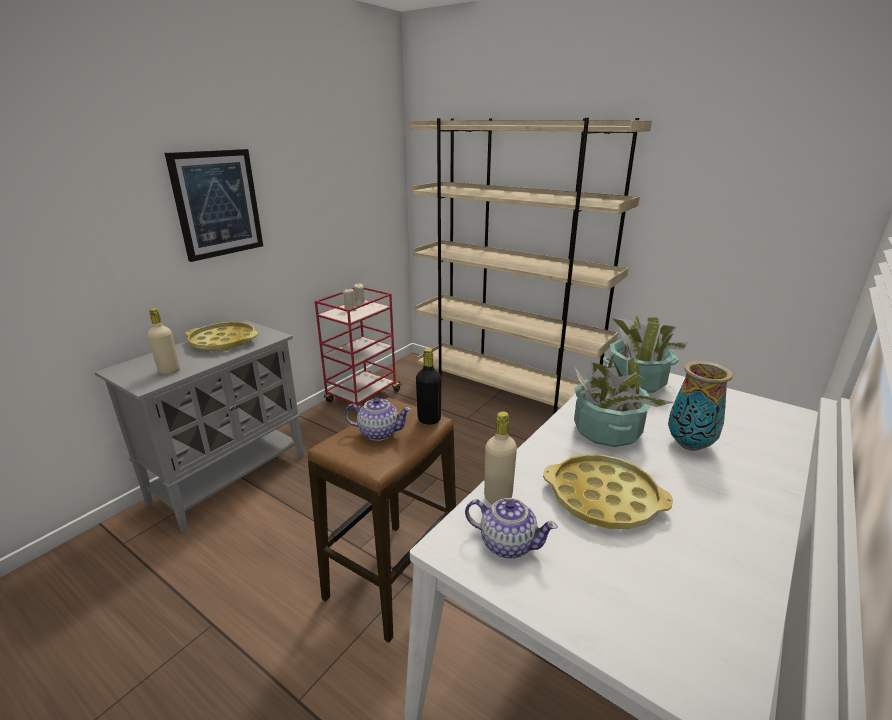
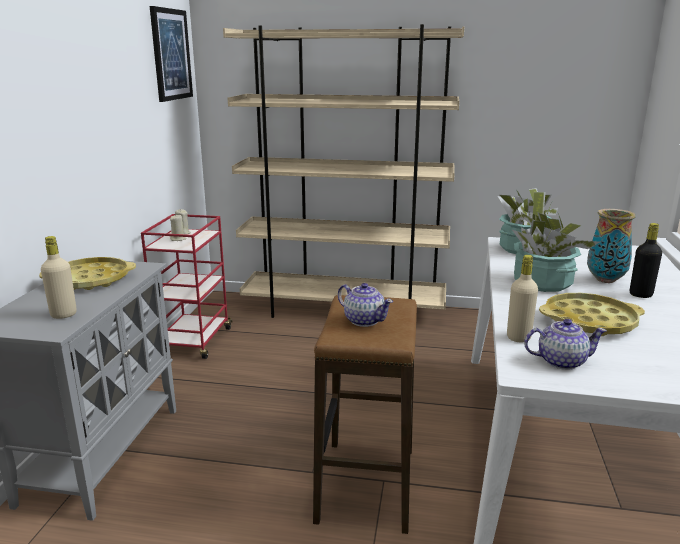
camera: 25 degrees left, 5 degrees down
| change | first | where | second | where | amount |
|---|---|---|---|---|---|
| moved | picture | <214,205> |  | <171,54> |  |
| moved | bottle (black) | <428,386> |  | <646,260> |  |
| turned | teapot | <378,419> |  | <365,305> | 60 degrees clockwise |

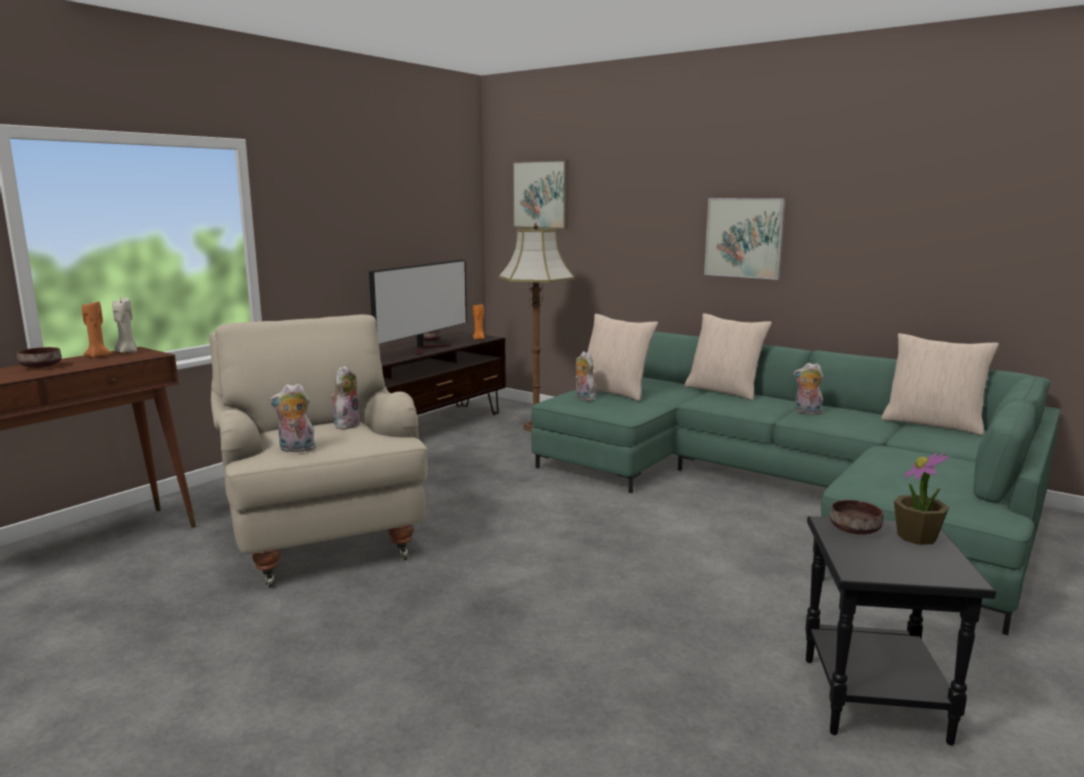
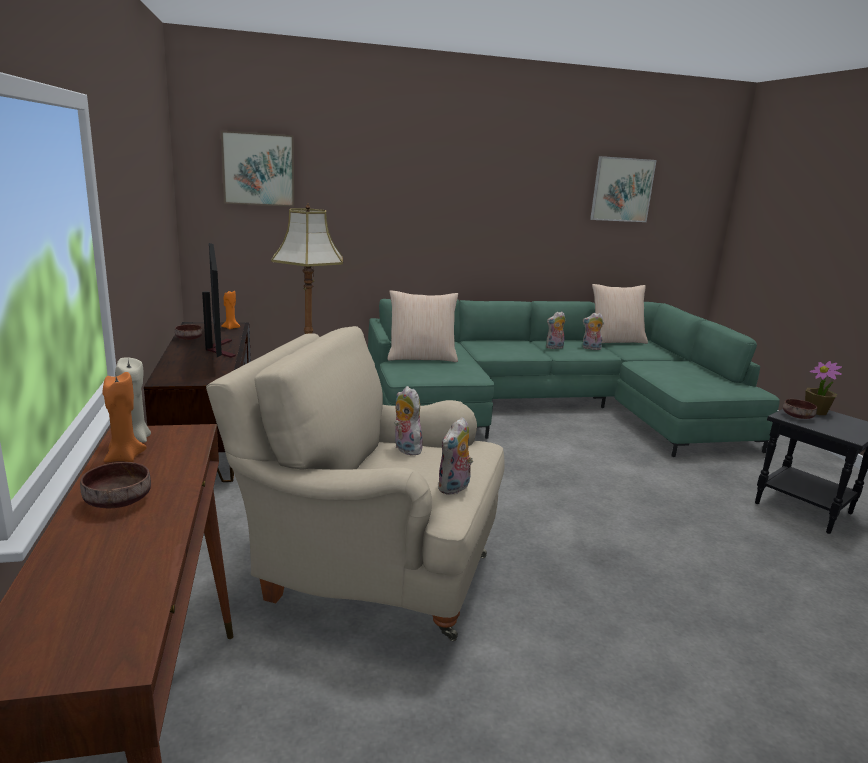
camera: 50 degrees left, 5 degrees up
| change | first | where | second | where | amount |
|---|---|---|---|---|---|
| moved | picture | <744,239> |  | <623,189> |  |
| removed | pillow (beige) | <728,357> |  |  |  |
| moved | plush toy | <585,376> |  | <593,331> |  |

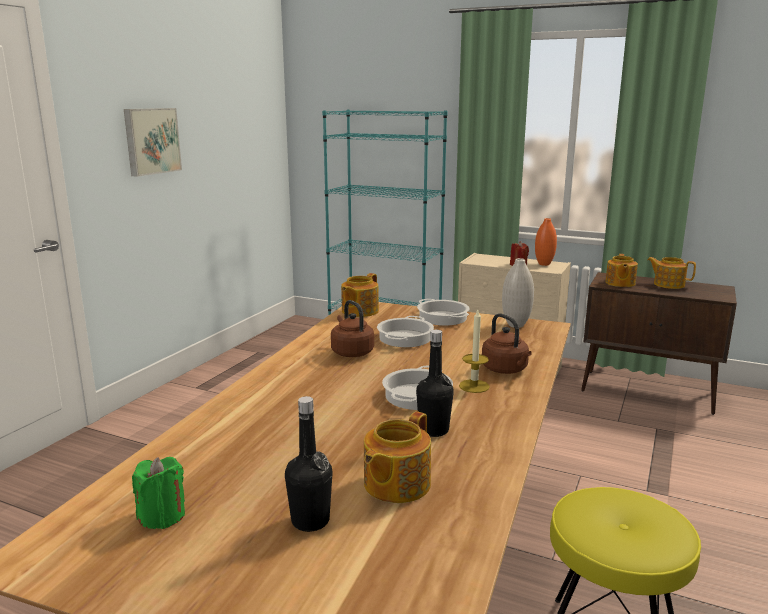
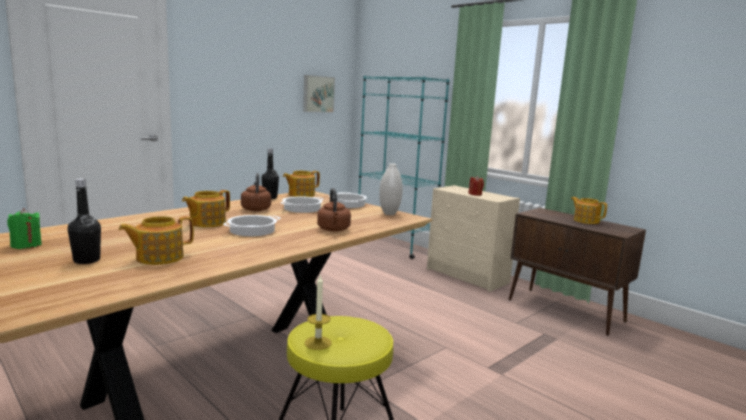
camera: 20 degrees right, 5 degrees down
| change | first | where | second | where | amount |
|---|---|---|---|---|---|
| moved | picture | <153,142> |  | <319,94> |  |
| removed | vase (orange) | <546,242> |  |  |  |
| moved | teapot | <621,270> |  | <206,209> |  |
| moved | candle | <474,351> |  | <318,313> |  |
| moved | bottle (black) | <435,383> |  | <270,173> |  |

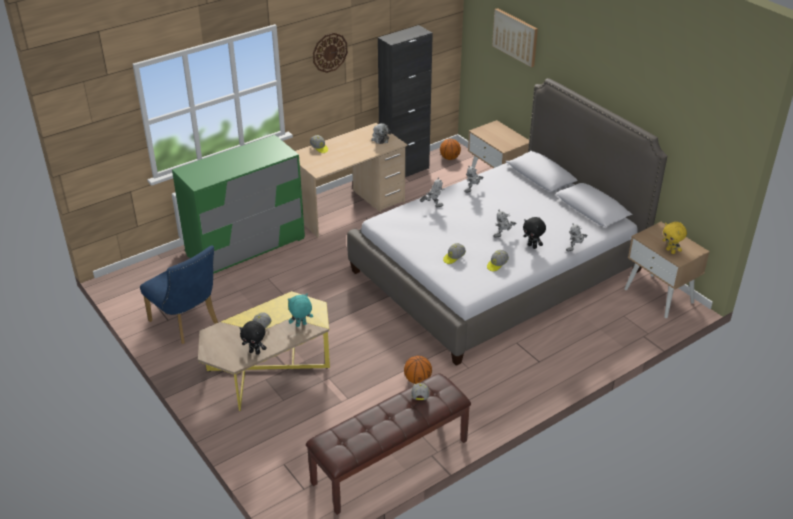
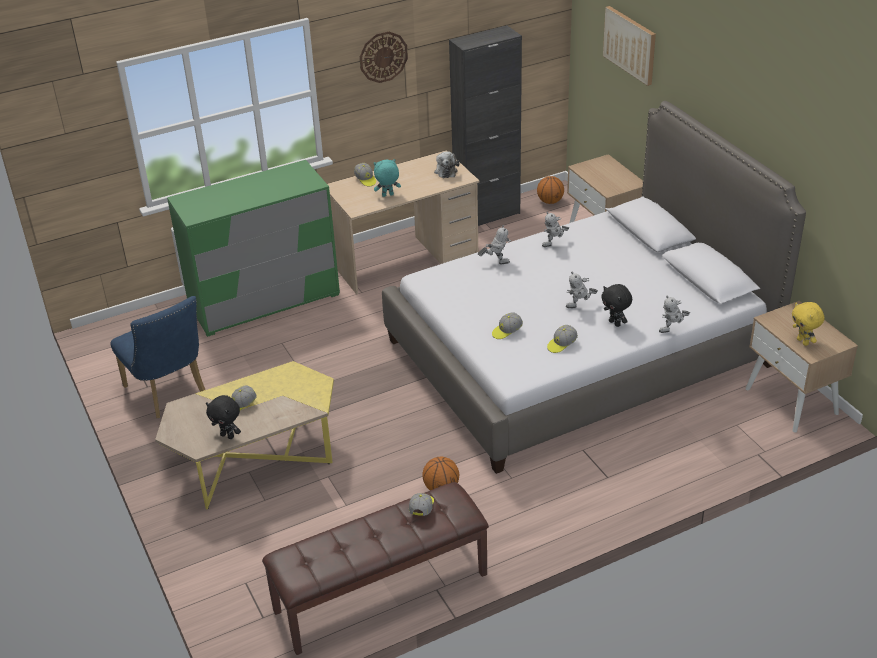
camera: 10 degrees right, 0 degrees up
| change | first | where | second | where | amount |
|---|---|---|---|---|---|
| moved | plush toy (turquoise) | <300,310> |  | <387,178> |  |

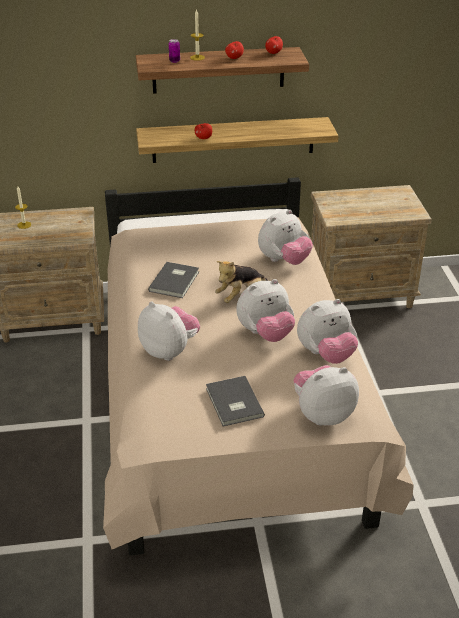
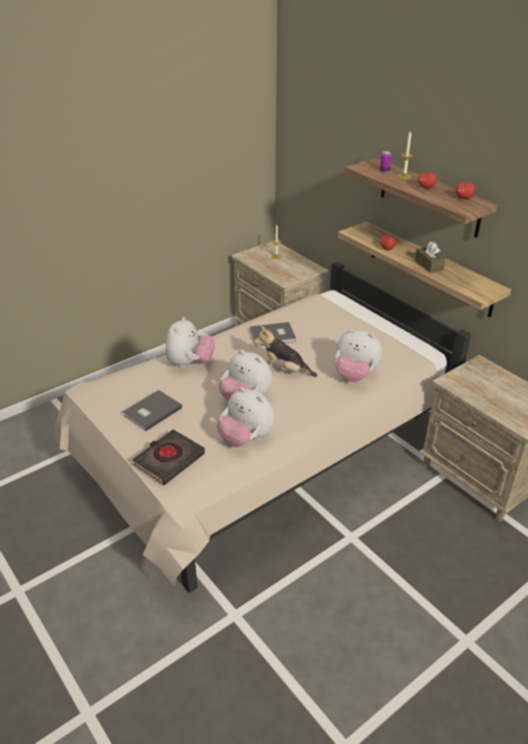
camera: 60 degrees right, 0 degrees up
| change | first | where | second | where | amount |
|---|---|---|---|---|---|
| replaced | plush toy | <326,395> | book (black) | <169,457> |  |
| added |  |  | tissue box (brown) | <430,257> |  |

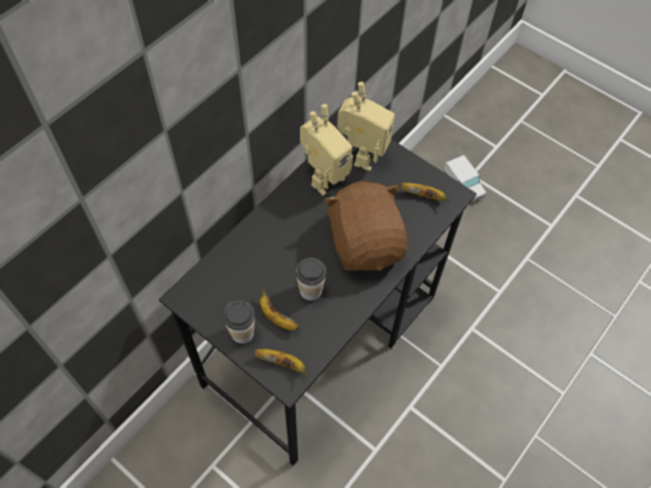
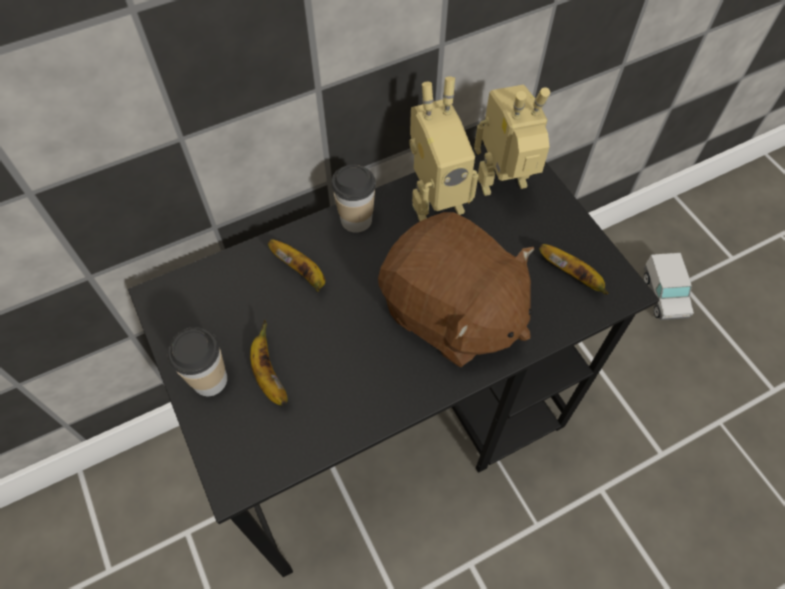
camera: 25 degrees right, 0 degrees up
| change | first | where | second | where | amount |
|---|---|---|---|---|---|
| turned | toy robot | <366,126> |  | <512,140> | 150 degrees counterclockwise |
| turned | plush toy (brown) | <365,226> |  | <456,289> | 120 degrees clockwise |
| moved | cup | <311,279> |  | <354,199> |  |
| moved | banana | <280,362> |  | <296,265> |  |

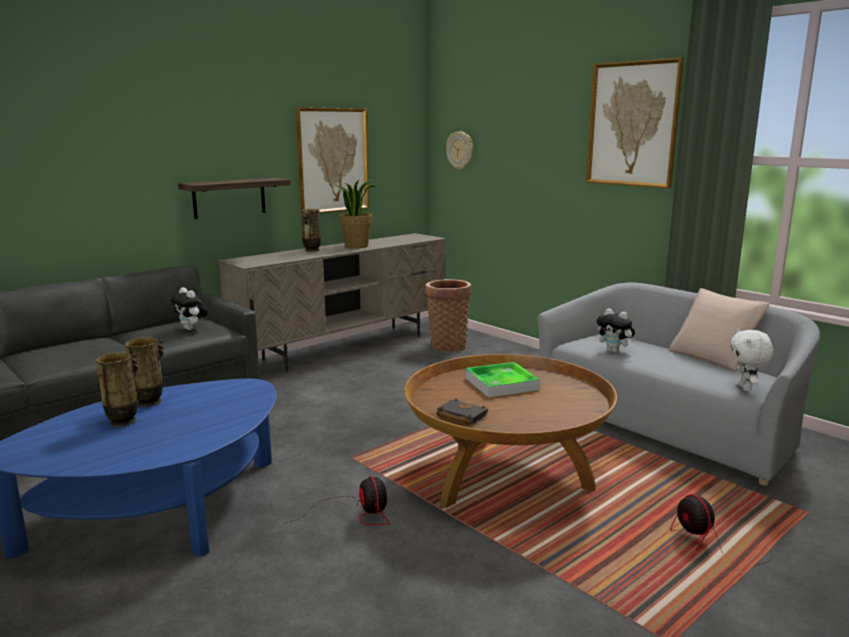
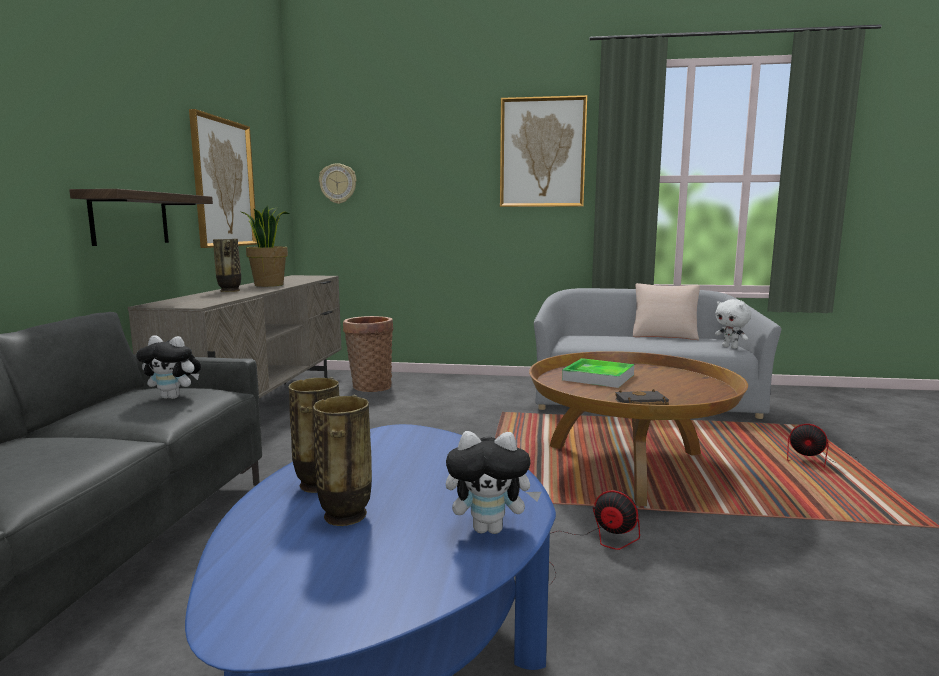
camera: 40 degrees left, 5 degrees down
| change | first | where | second | where | amount |
|---|---|---|---|---|---|
| moved | plush toy | <616,330> |  | <493,482> |  |

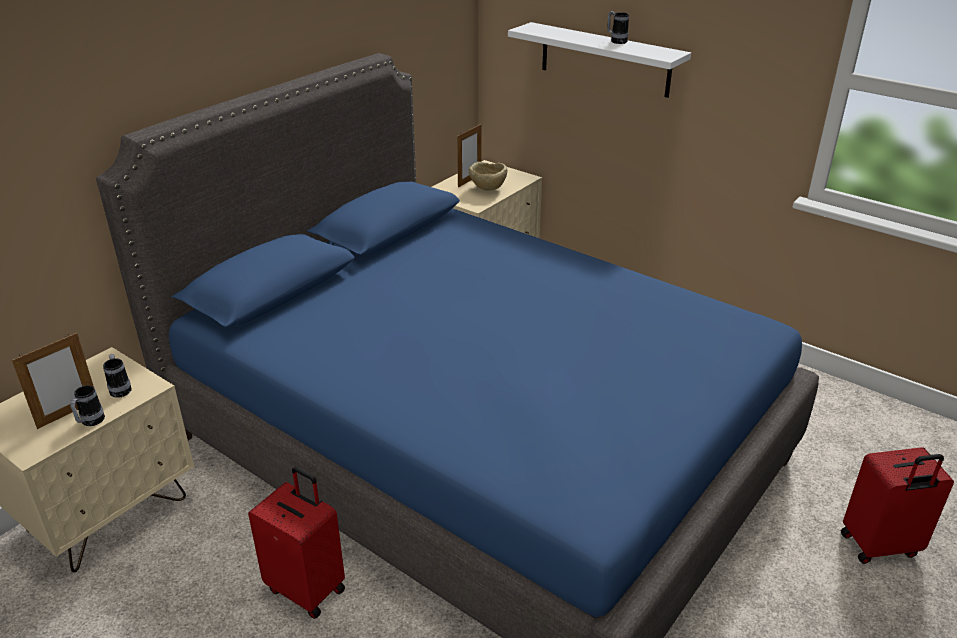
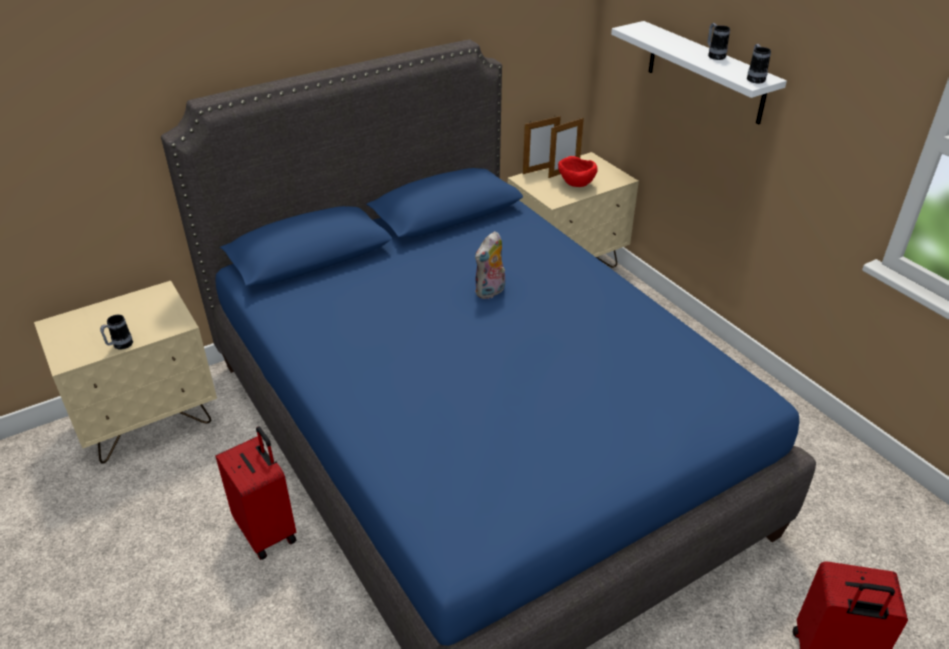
camera: 20 degrees right, 5 degrees up
| change | first | where | second | where | amount |
|---|---|---|---|---|---|
| recoloured | bowl (beige) | <487,176> | bowl (red) | <578,171> |  |
| moved | picture frame | <53,381> |  | <542,144> |  |
| moved | mug | <117,376> |  | <759,63> |  |
| added |  |  | plush toy | <490,265> |  |

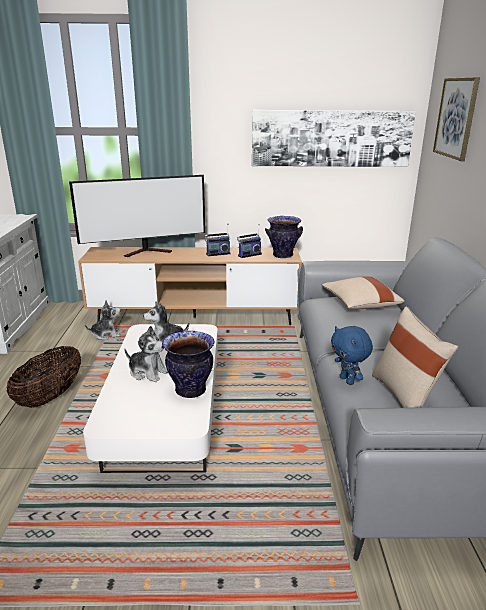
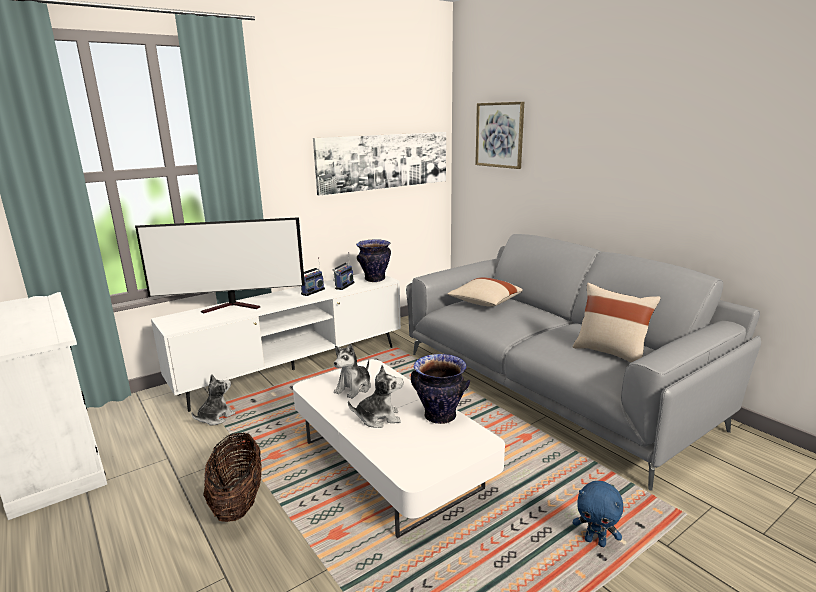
camera: 35 degrees left, 5 degrees down
| change | first | where | second | where | amount |
|---|---|---|---|---|---|
| turned | television | <137,216> |  | <220,265> | 45 degrees clockwise |
| recoloured | tv stand (brown) | <190,286> | tv stand (white) | <276,342> |  |
| moved | plush toy (blue) | <352,355> |  | <598,514> |  |

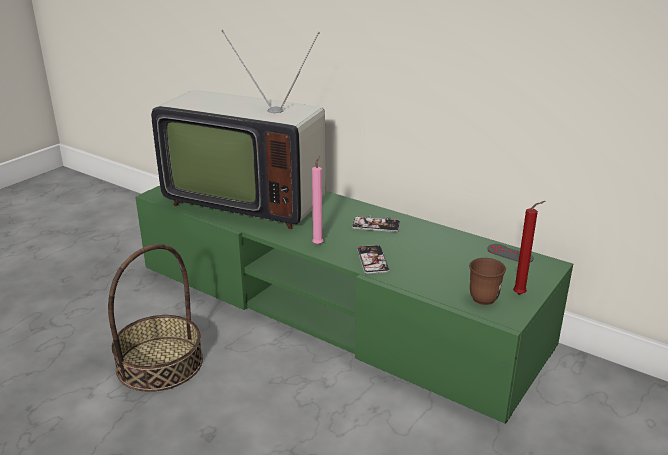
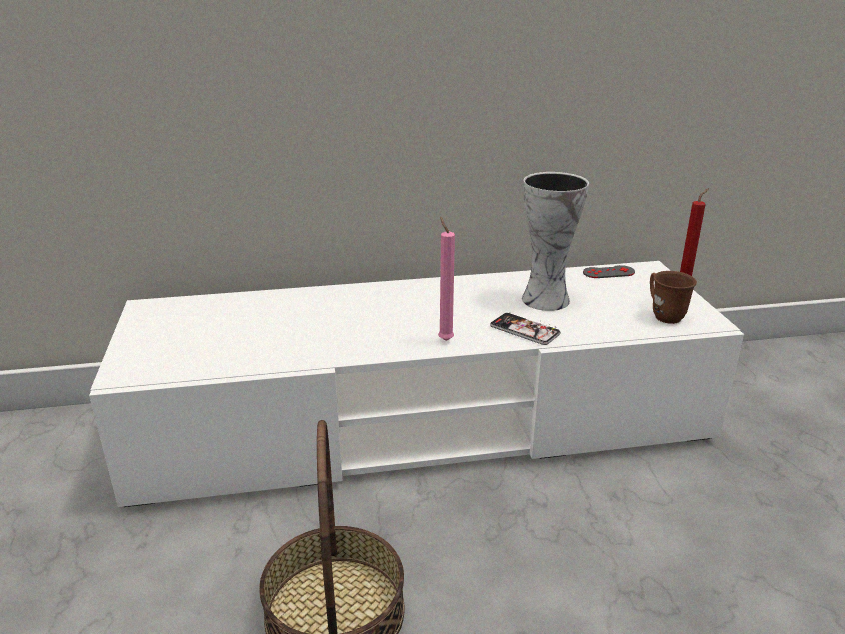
camera: 45 degrees left, 0 degrees up
| change | first | where | second | where | amount |
|---|---|---|---|---|---|
| removed | television | <238,129> |  |  |  |
| recoloured | tv stand (green) | <354,305> | tv stand (white) | <416,384> |  |
| removed | phone | <376,223> |  |  |  |
| added |  |  | vase | <555,241> |  |

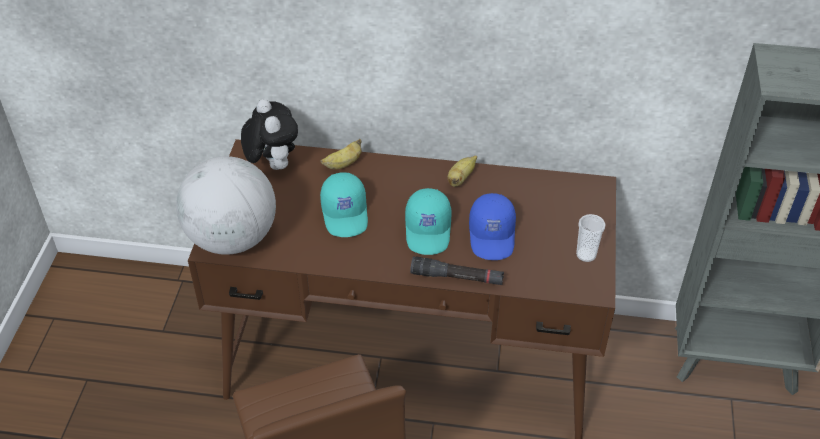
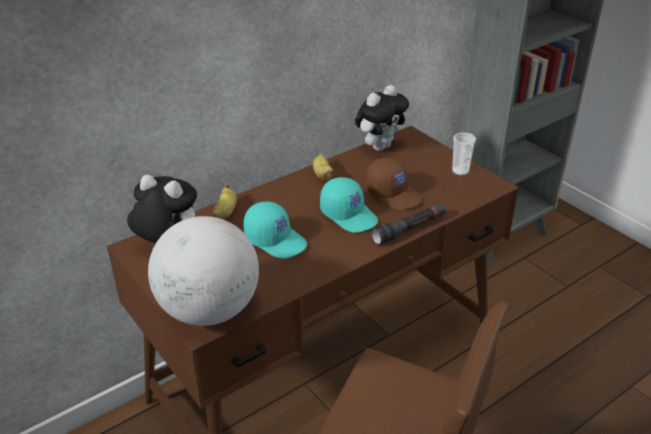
camera: 45 degrees left, 10 degrees down
| change | first | where | second | where | amount |
|---|---|---|---|---|---|
| recoloured | cap (blue) | <492,226> | cap (brown) | <393,183> |  |
| added |  |  | plush toy | <382,118> |  |

